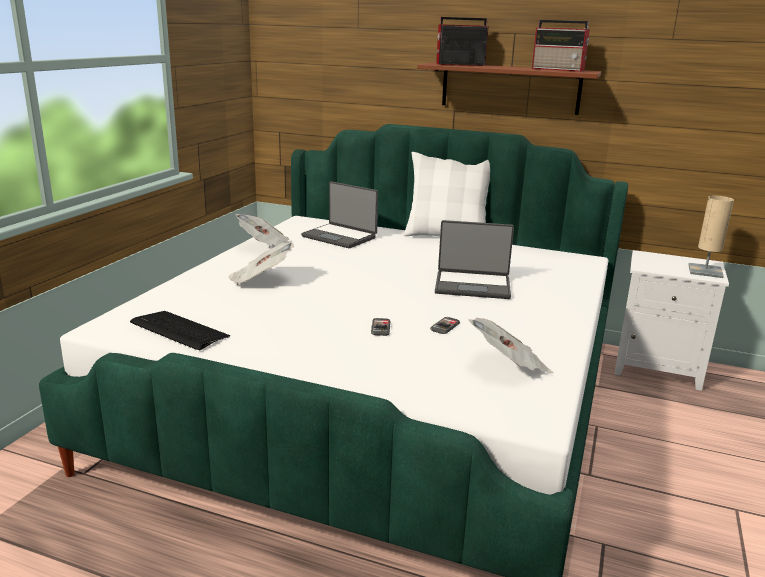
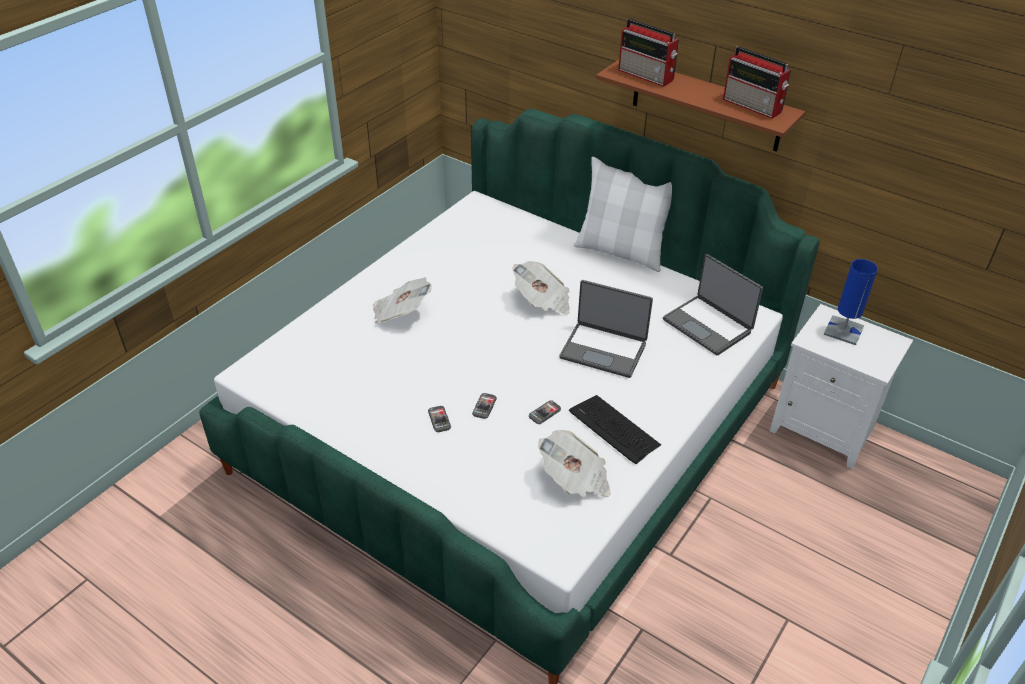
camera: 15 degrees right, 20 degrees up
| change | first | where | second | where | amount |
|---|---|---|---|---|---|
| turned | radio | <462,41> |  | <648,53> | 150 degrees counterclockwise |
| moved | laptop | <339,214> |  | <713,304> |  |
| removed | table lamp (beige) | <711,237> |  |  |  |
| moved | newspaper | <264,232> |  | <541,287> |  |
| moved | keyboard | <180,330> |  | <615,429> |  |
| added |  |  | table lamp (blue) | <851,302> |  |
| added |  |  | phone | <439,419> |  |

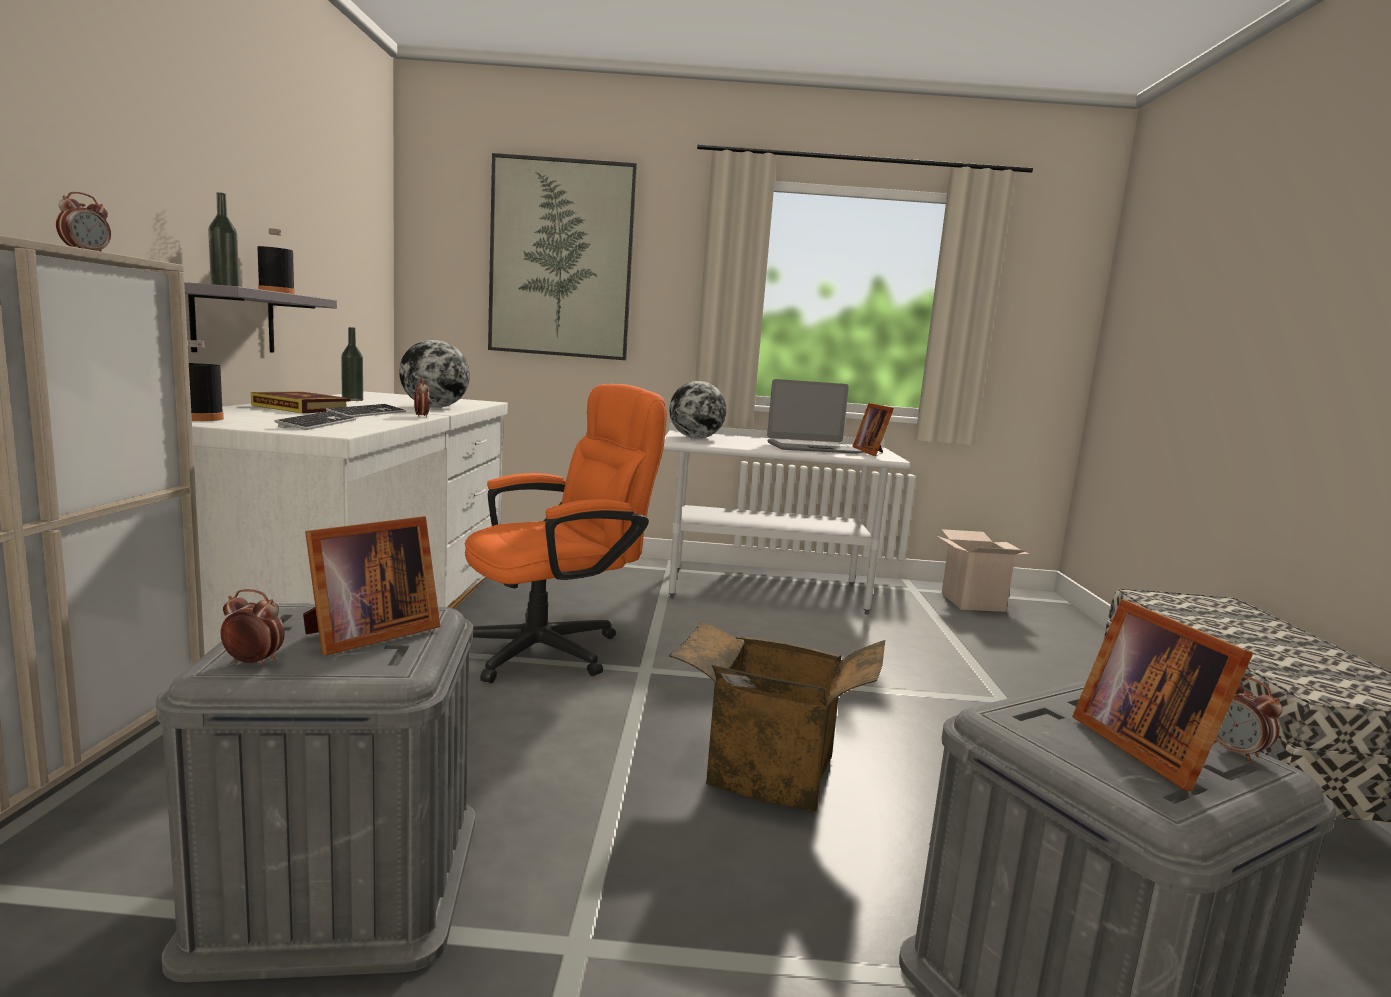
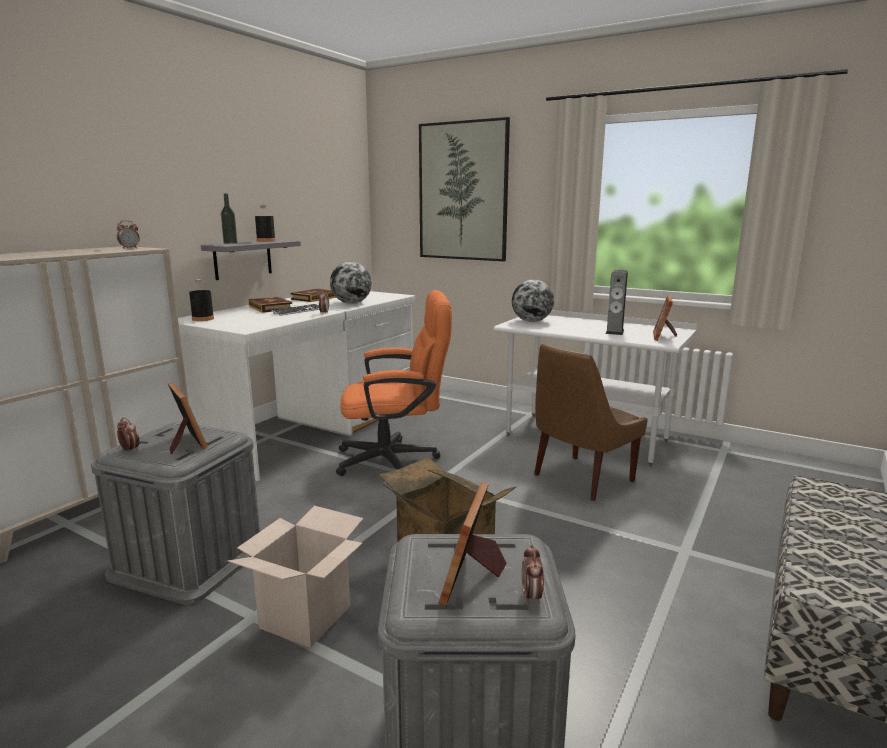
camera: 30 degrees right, 5 degrees up
| change | first | where | second | where | amount |
|---|---|---|---|---|---|
| replaced | bottle | <352,364> | book | <313,295> |  |
| replaced | laptop | <815,416> | speaker | <617,302> |  |
| removed | keyboard | <315,420> |  |  |  |
| turned | picture frame | <371,585> |  | <188,418> | 105 degrees counterclockwise |
| moved | cardboard box | <983,570> |  | <295,577> |  |
| added |  |  | chair (brown) | <591,422> |  |

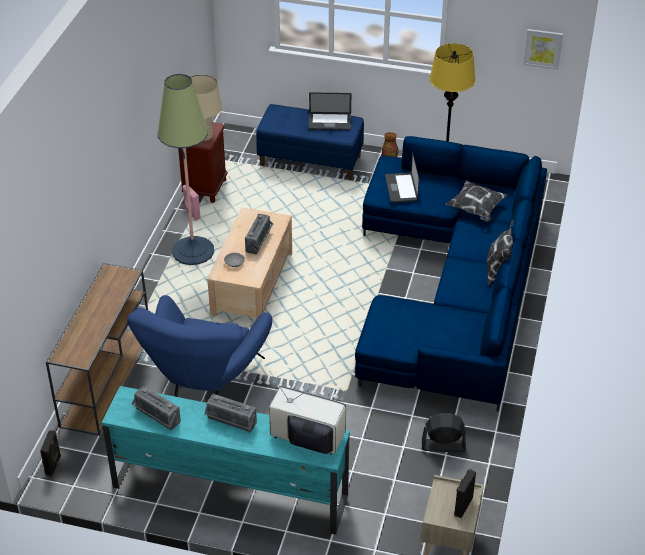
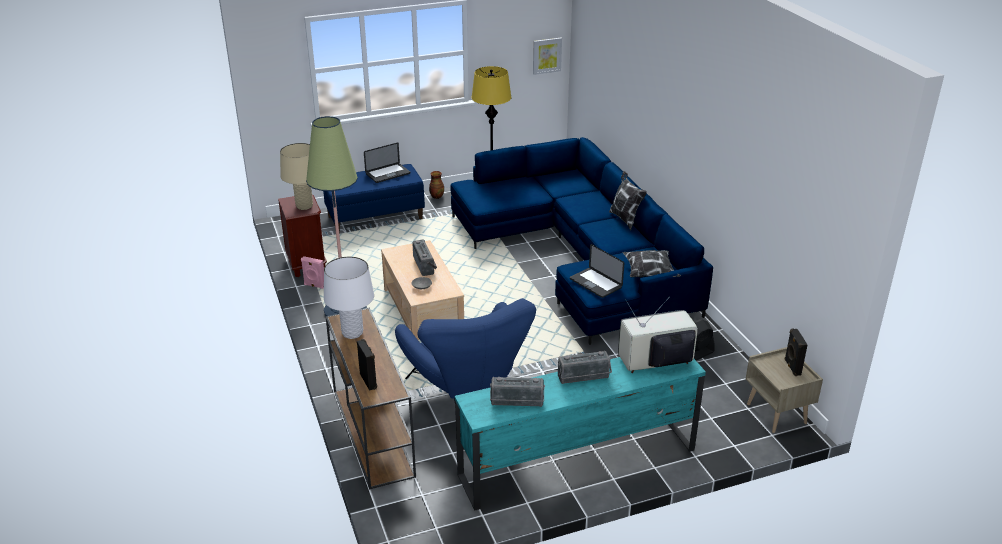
camera: 35 degrees left, 10 degrees down
| change | first | where | second | where | amount |
|---|---|---|---|---|---|
| moved | laptop | <402,177> |  | <597,271> |  |
| moved | pillow | <476,201> |  | <651,264> |  |
| moved | speaker (black) | <50,453> |  | <367,365> |  |
| added |  |  | table lamp (white) | <349,298> |  |

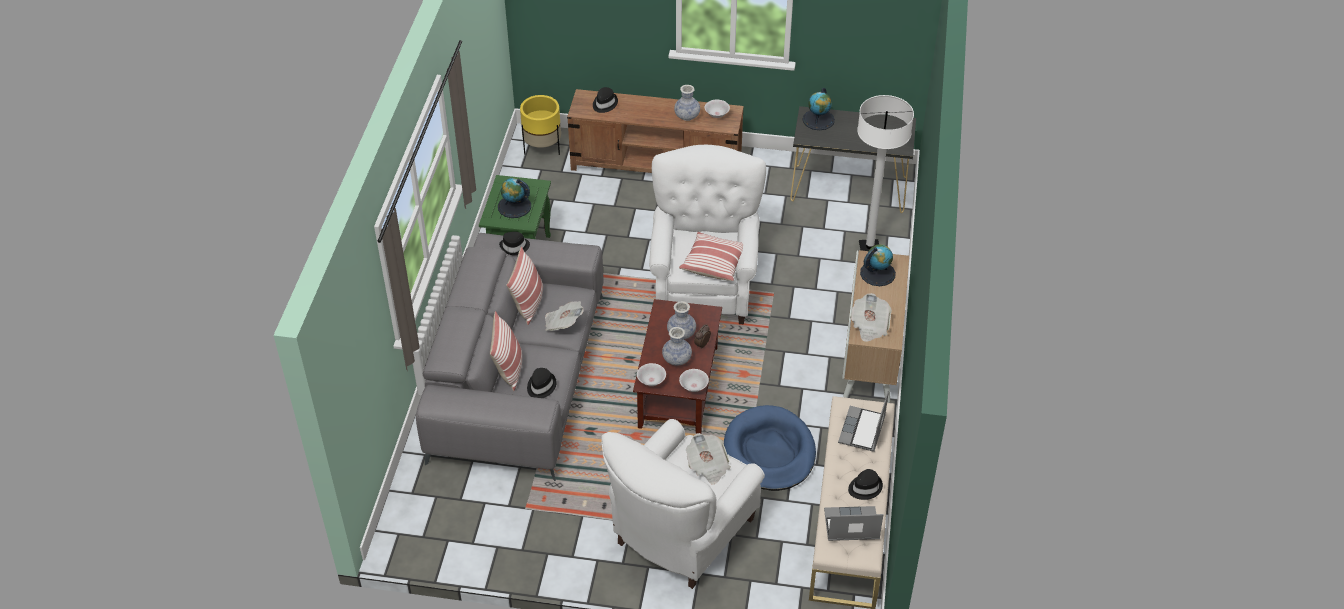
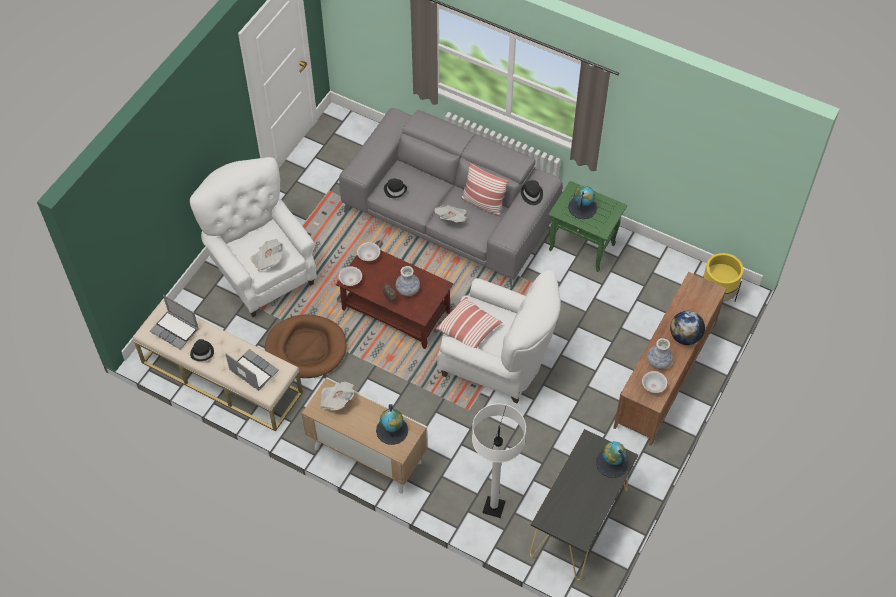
camera: 110 degrees right, 10 degrees up
| change | first | where | second | where | amount |
|---|---|---|---|---|---|
| removed | hat (black) | <605,100> |  |  |  |
| removed | pillow | <506,351> |  |  |  |
| removed | vase | <677,346> |  |  |  |
| recoloured | dog bed (blue) | <770,448> | dog bed (brown) | <306,346> |  |
| turned | laptop | <854,523> |  | <174,322> | 105 degrees clockwise |
| added |  |  | globe | <687,328> |  |

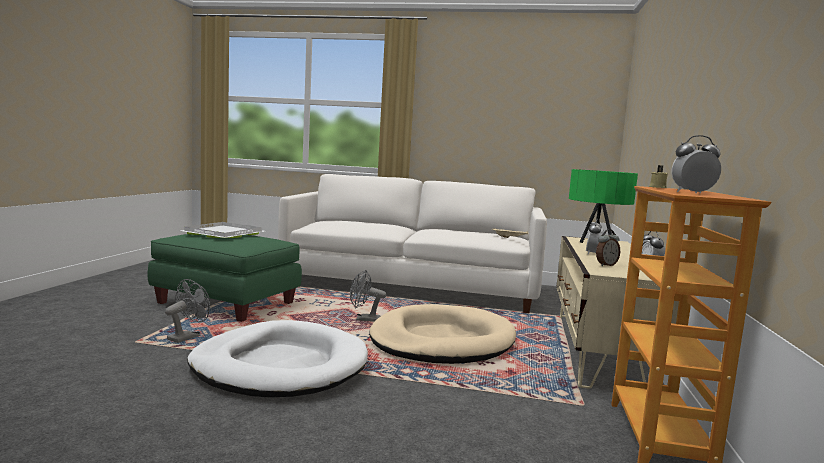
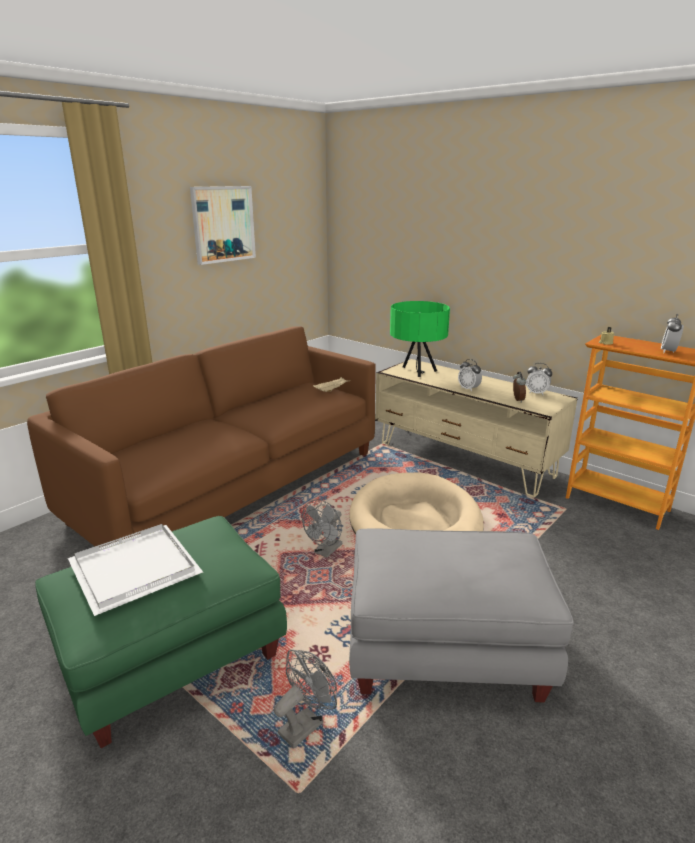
camera: 60 degrees left, 15 degrees up
| change | first | where | second | where | amount |
|---|---|---|---|---|---|
| recoloured | sofa (white) | <412,243> | sofa (brown) | <201,436> |  |
| turned | fan (grey) | <187,311> |  | <305,699> | 75 degrees clockwise |
| replaced | dog bed (white) | <277,358> | ottoman (grey) | <461,616> |  |
| added |  |  | picture | <223,225> |  |

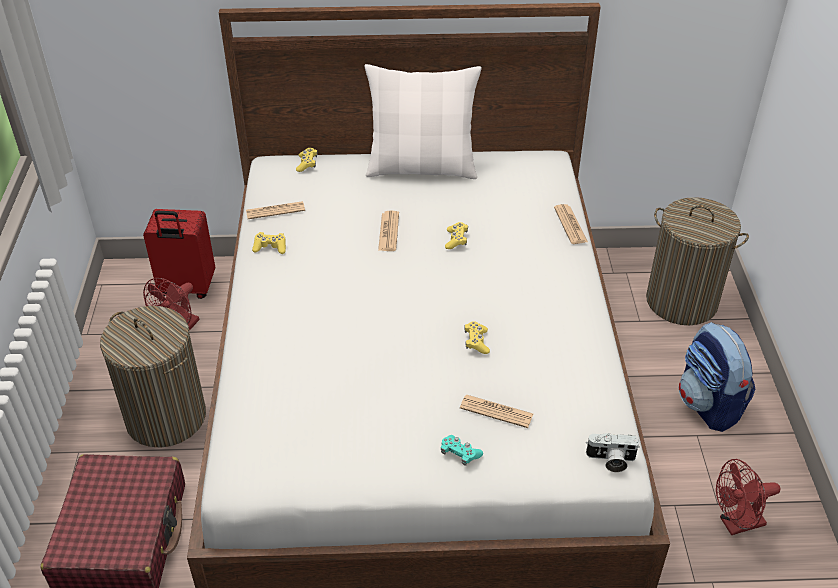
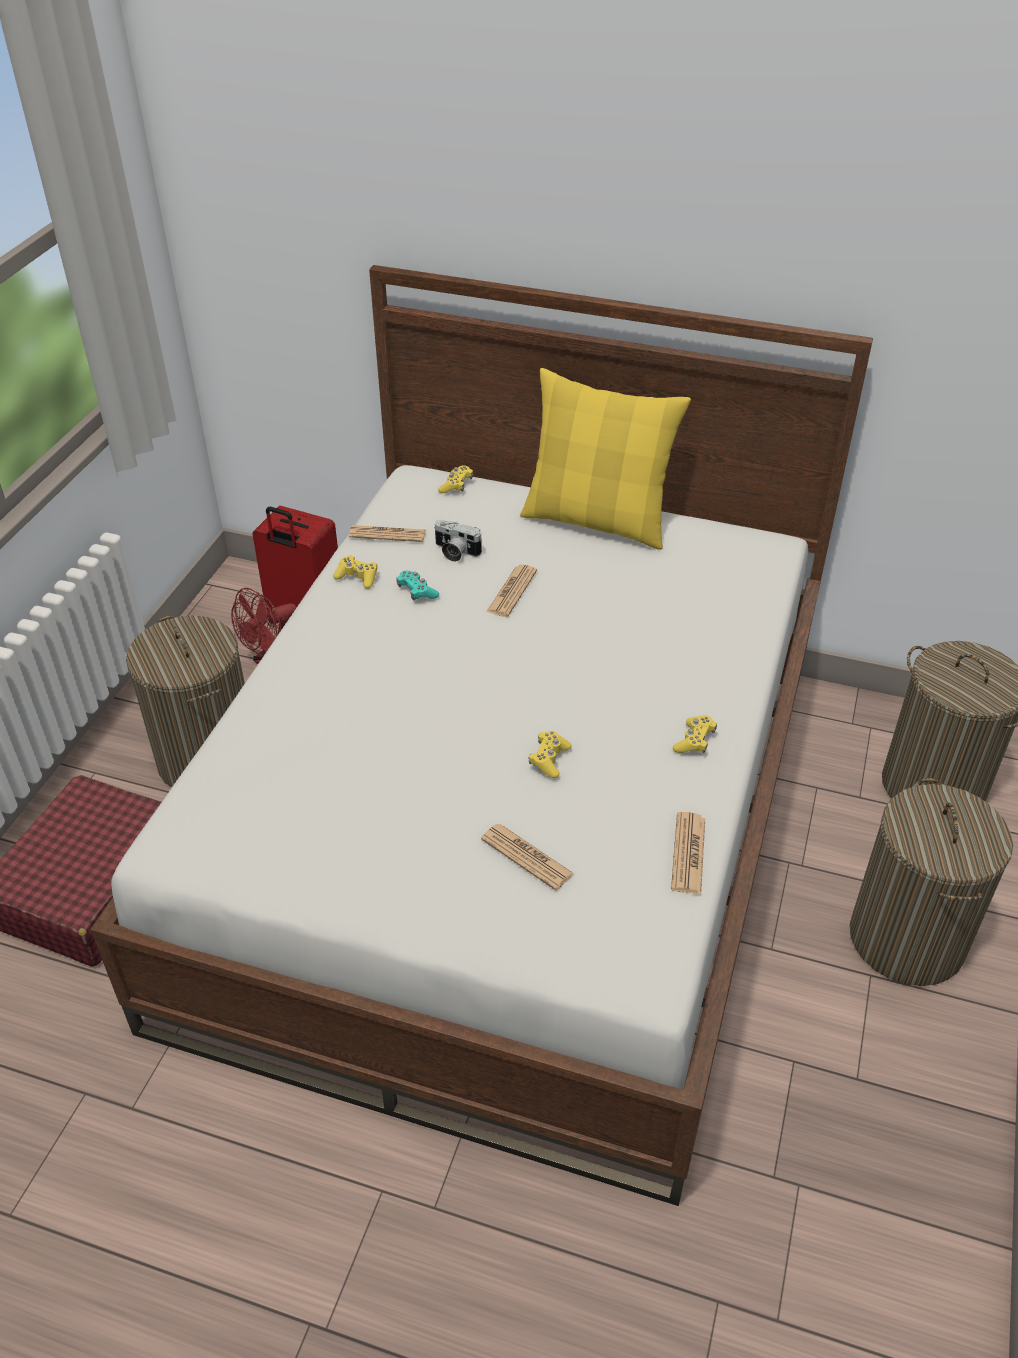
camera: 20 degrees right, 0 degrees up
| change | first | where | second | where | amount |
|---|---|---|---|---|---|
| recoloured | pillow (white) | <423,121> | pillow (yellow) | <605,459> |  |
| moved | newspaper | <571,224> |  | <688,853> |  |
| moved | game controller (yellow) | <456,235> |  | <695,734> |  |
| replaced | backpack | <716,377> | laundry basket | <931,882> |  |
| moved | photo camera | <613,452> |  | <458,541> |  |
| moved | game controller (turquoise) | <462,450> |  | <417,585> |  |
| removed | fan (red) | <748,497> |  |  |  |

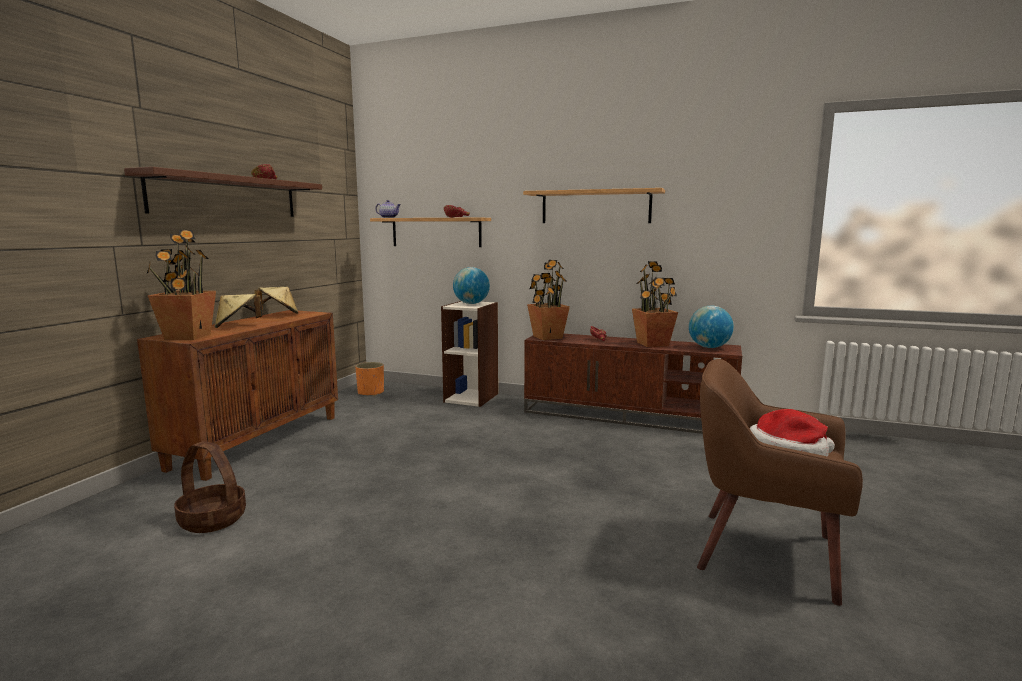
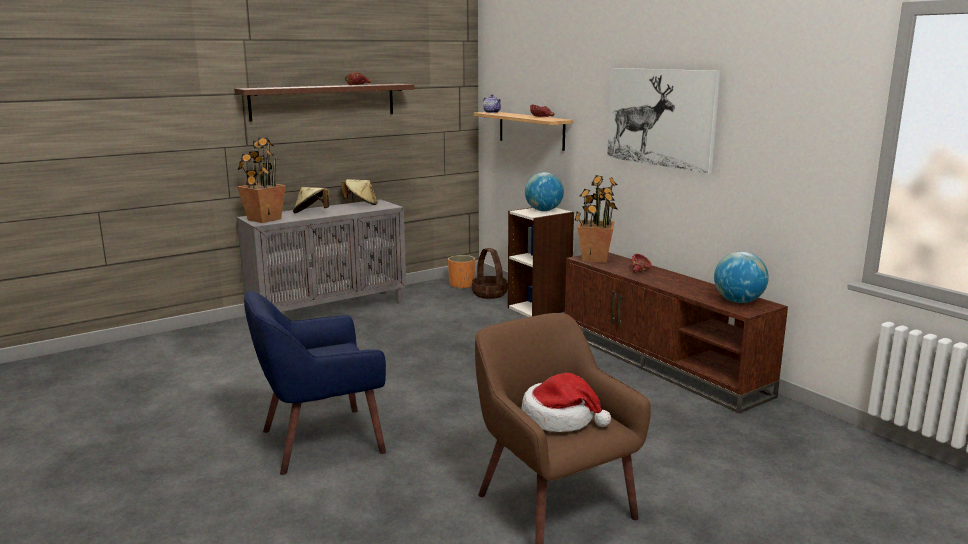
camera: 35 degrees right, 5 degrees up
| change | first | where | second | where | amount |
|---|---|---|---|---|---|
| replaced | shelf | <594,205> | picture | <663,121> |  |
| removed | potted plant | <655,304> |  |  |  |
| recoloured | cabinet (brown) | <237,395> | cabinet (grey) | <321,255> |  |
| moved | basket | <210,487> |  | <490,273> |  |
| added |  |  | armchair (blue) | <315,383> |  |

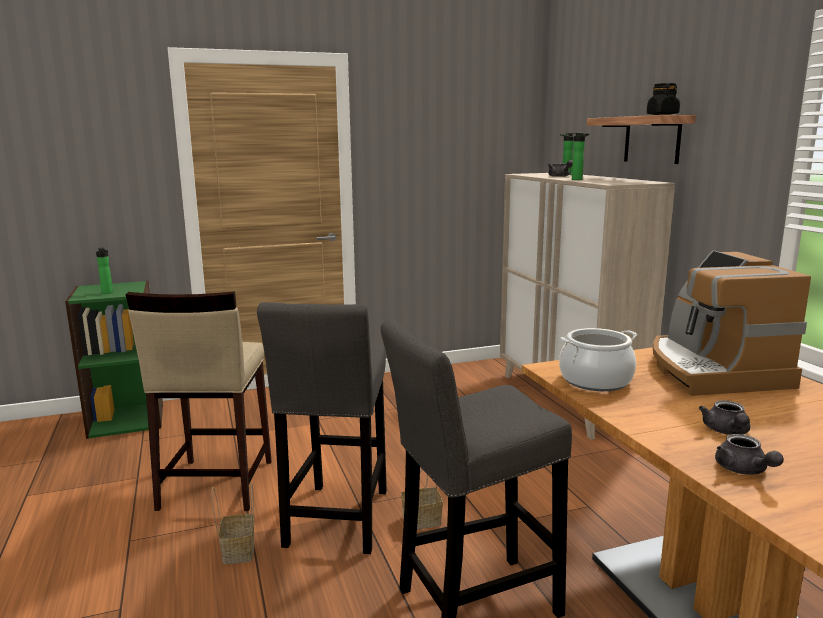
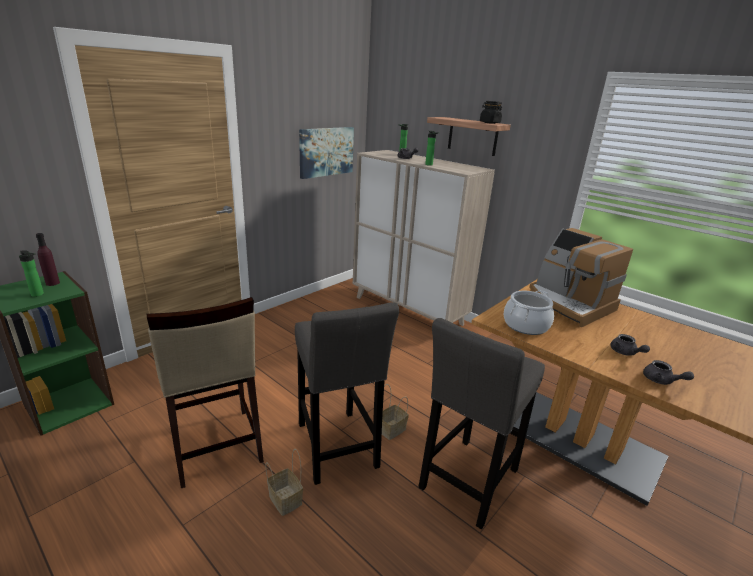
camera: 30 degrees left, 10 degrees up
| change | first | where | second | where | amount |
|---|---|---|---|---|---|
| added |  |  | picture | <326,153> |  |
| added |  |  | bottle (purple) | <48,259> |  |

